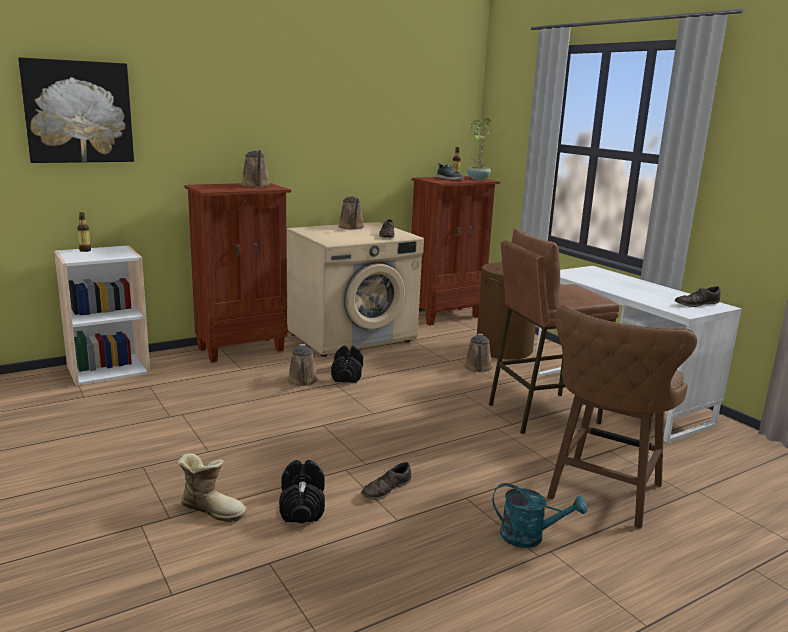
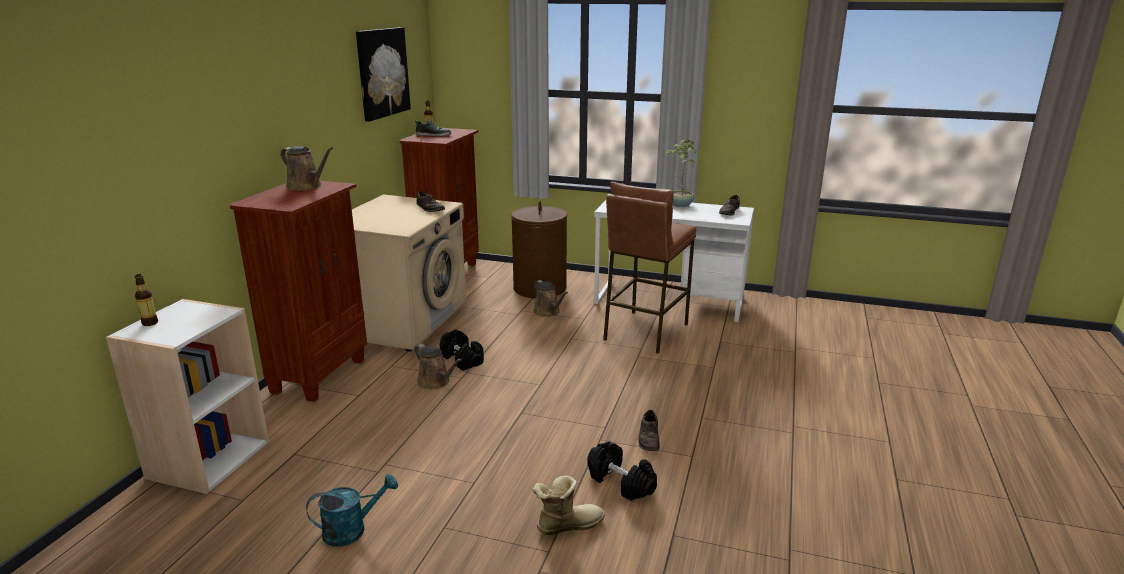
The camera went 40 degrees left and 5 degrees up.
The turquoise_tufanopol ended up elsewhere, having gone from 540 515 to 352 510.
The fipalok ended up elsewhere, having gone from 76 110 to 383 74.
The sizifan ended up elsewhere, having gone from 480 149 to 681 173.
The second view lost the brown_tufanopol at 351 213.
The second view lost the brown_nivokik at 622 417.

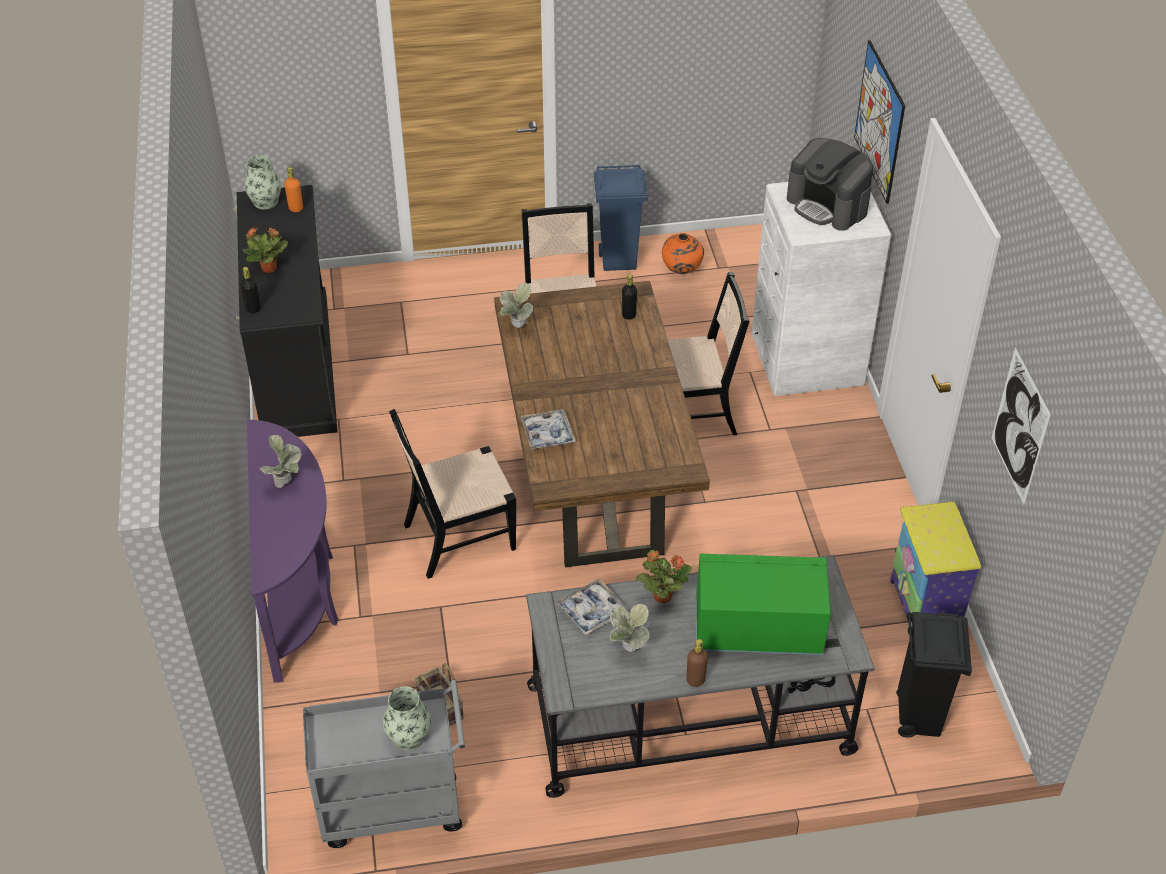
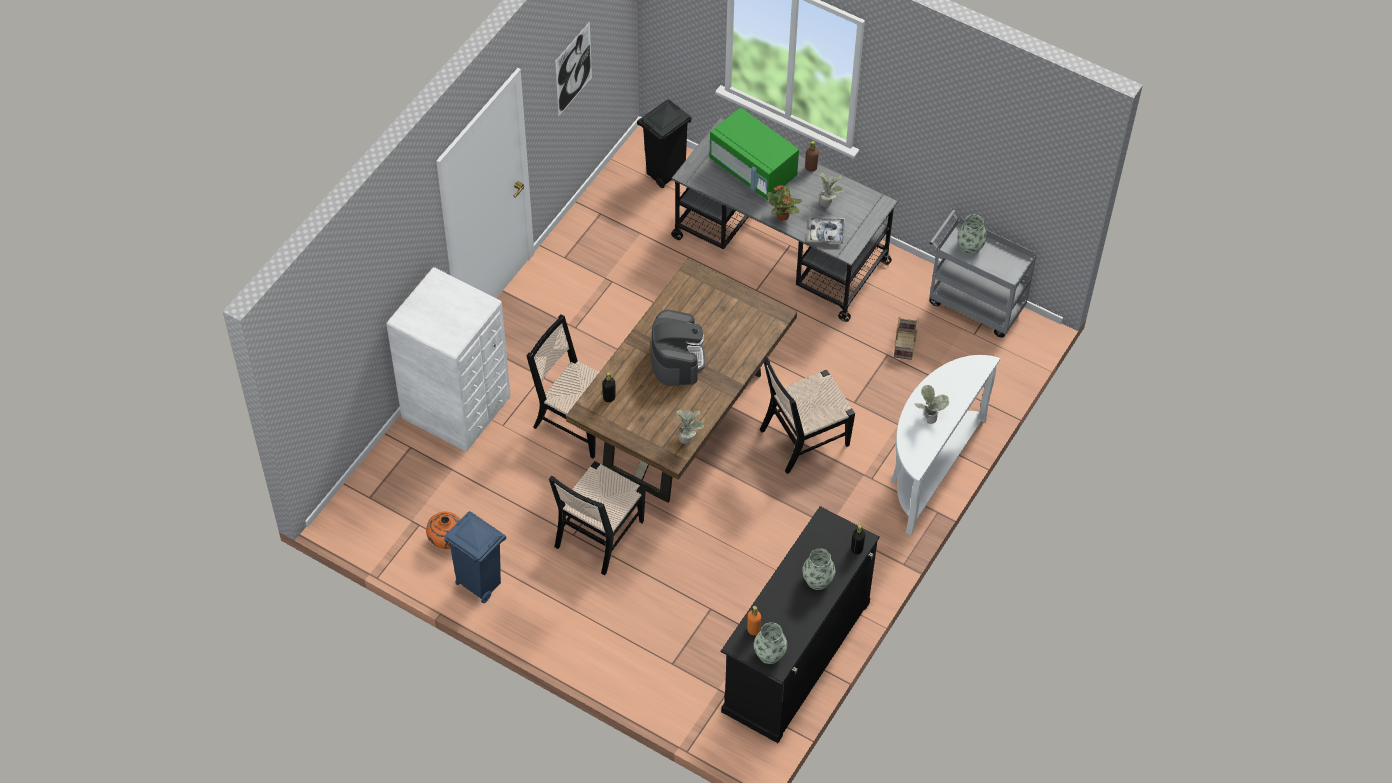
The camera went 140 degrees left and 10 degrees up.
The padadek ended up elsewhere, having gone from 830 184 to 678 348.
The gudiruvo at 452 494 ended up facing another way, 135 degrees clockwise from before.
Where the sizifan stood at 265 250, the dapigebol came to stand at 818 569.
What was the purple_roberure at 292 551 turned into the white_roberure at 945 445.
The second view lost the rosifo at 548 429.
The second view lost the fipalok at 879 122.
The second view lost the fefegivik at 935 565.

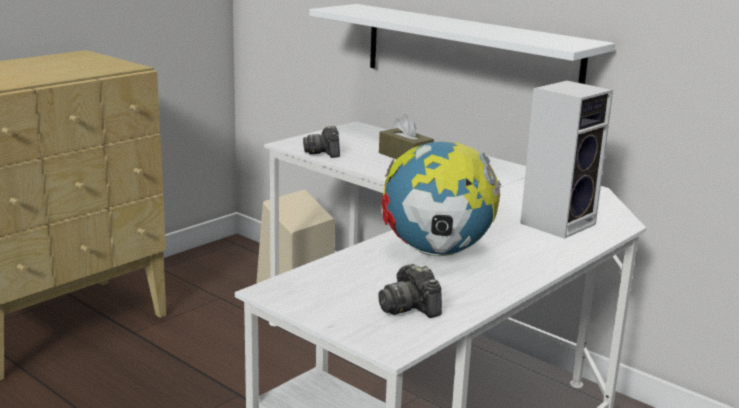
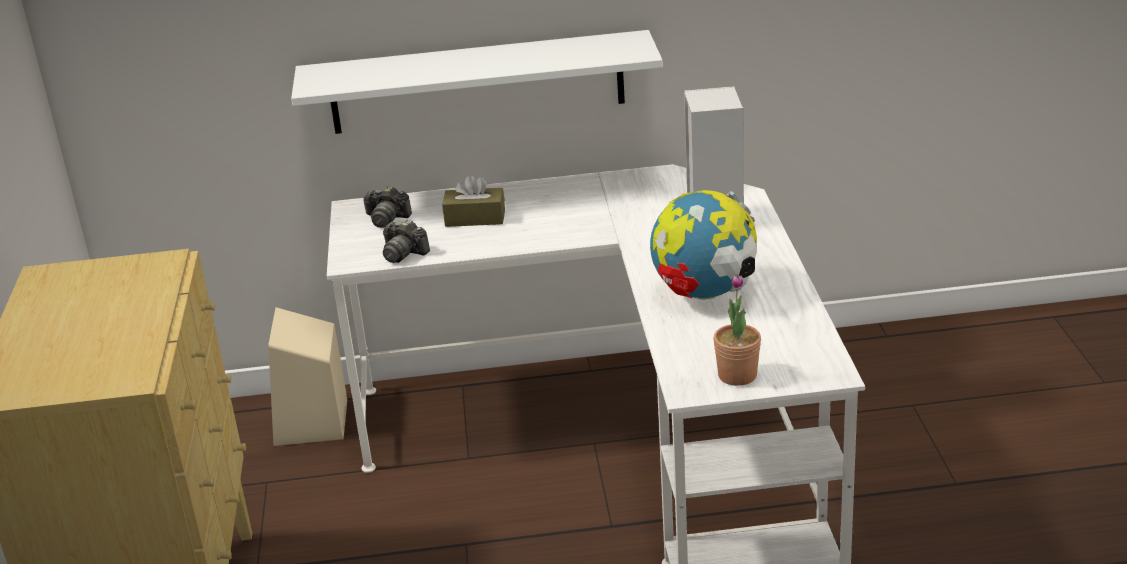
The camera went 45 degrees left and 10 degrees up.
The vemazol ended up elsewhere, having gone from 410 291 to 387 207.
The second view gained the sizifan at 737 330.

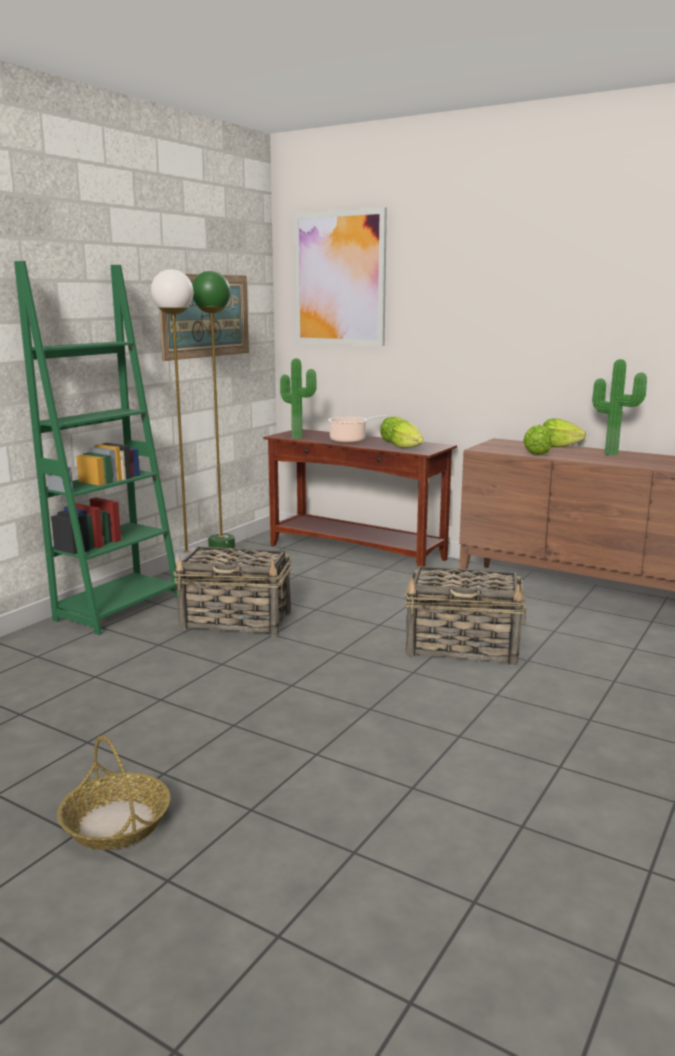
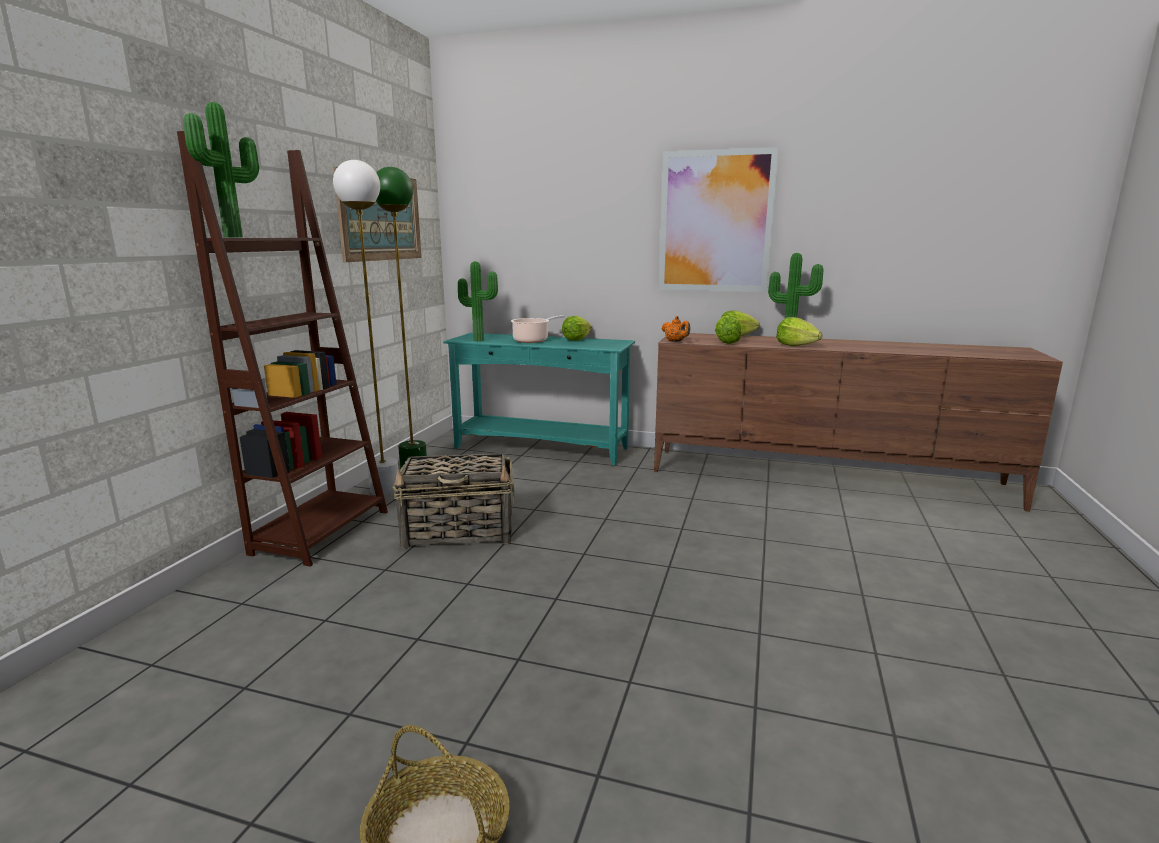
The camera went 15 degrees left and 0 degrees up.
What was the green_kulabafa at 95 448 turned into the brown_kulabafa at 282 349.
The second view gained the sizifan at 221 169.
What was the brown_roberure at 360 498 turned into the turquoise_roberure at 539 399.
The fipalok ended up elsewhere, having gone from 340 276 to 718 219.
The second view gained the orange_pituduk at 675 329.
The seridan ended up elsewhere, having gone from 407 435 to 799 331.
The second view lost the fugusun at 465 616.

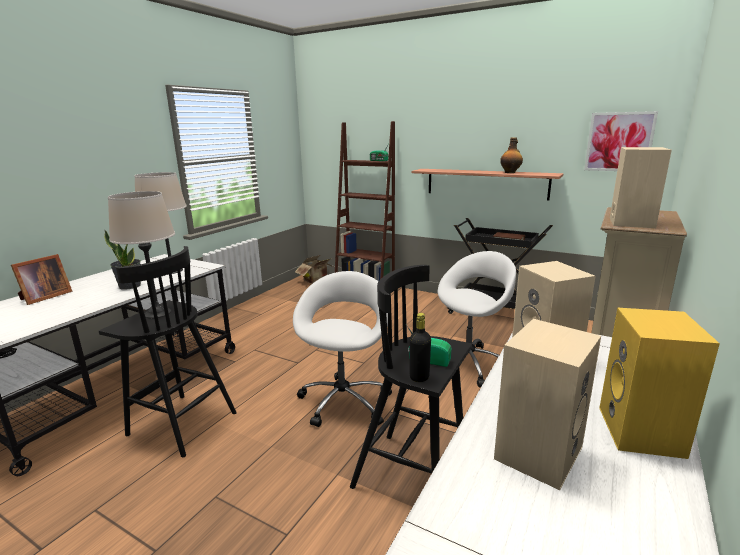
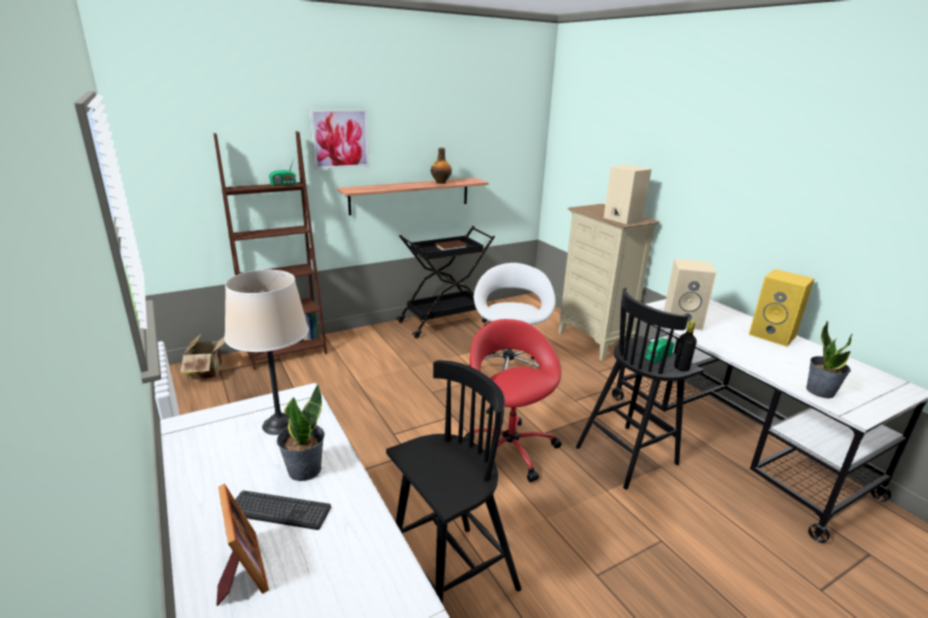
The camera went 60 degrees left and 5 degrees up.
The second view gained the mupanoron at 283 510.
The fipalok ended up elsewhere, having gone from 621 141 to 339 139.
What was the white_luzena at 342 349 turned into the red_luzena at 513 400.
The second view gained the sizifan at 829 359.
The second view lost the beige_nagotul at 141 254.
The second view lost the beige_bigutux at 547 404.

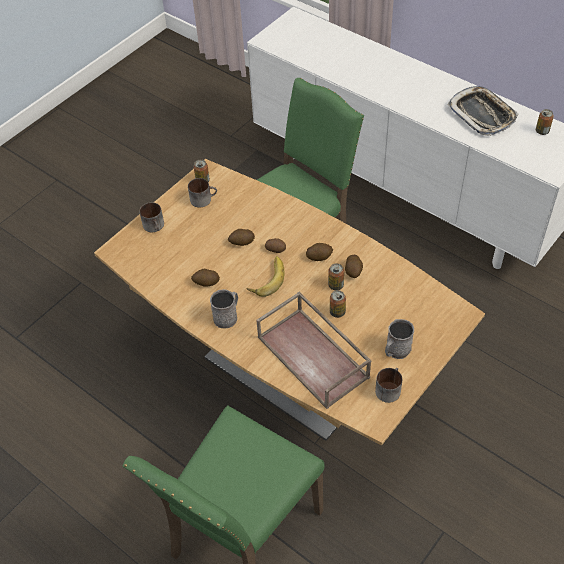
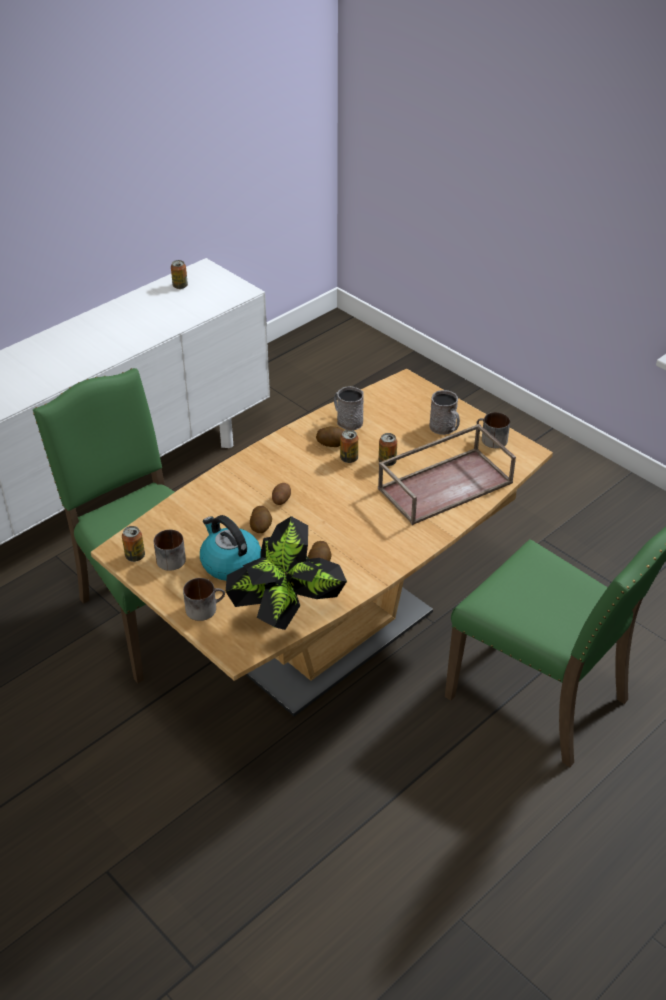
The camera went 85 degrees left and 10 degrees down.
The second view gained the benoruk at 230 548.
The second view gained the sizifan at 286 573.
The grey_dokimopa ended up elsewhere, having gone from 224 308 to 349 408.
The second view lost the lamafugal at 265 276.
The second view lost the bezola at 319 252.
The second view lost the rosifo at 483 111.

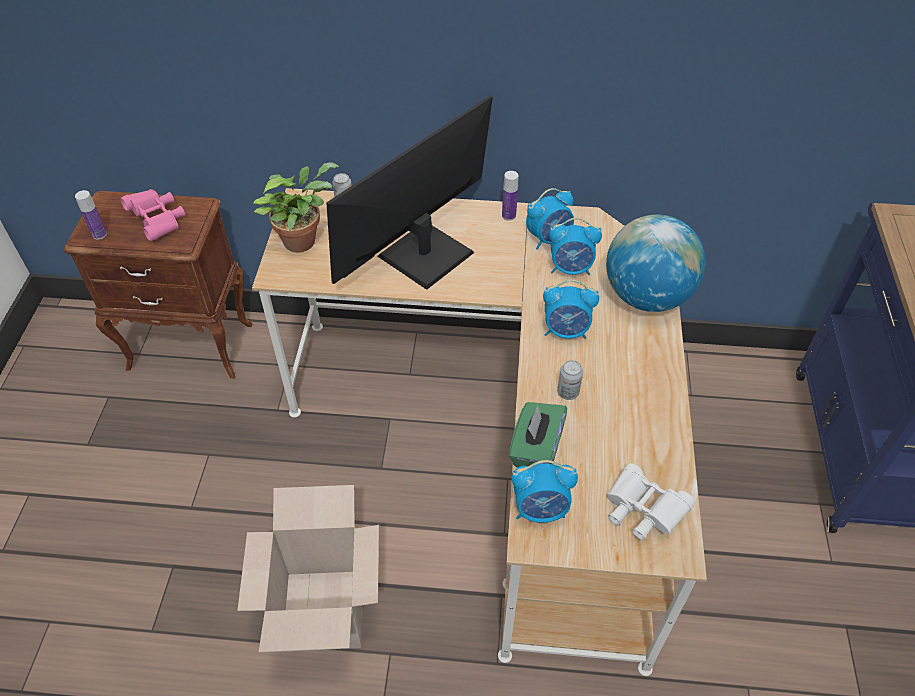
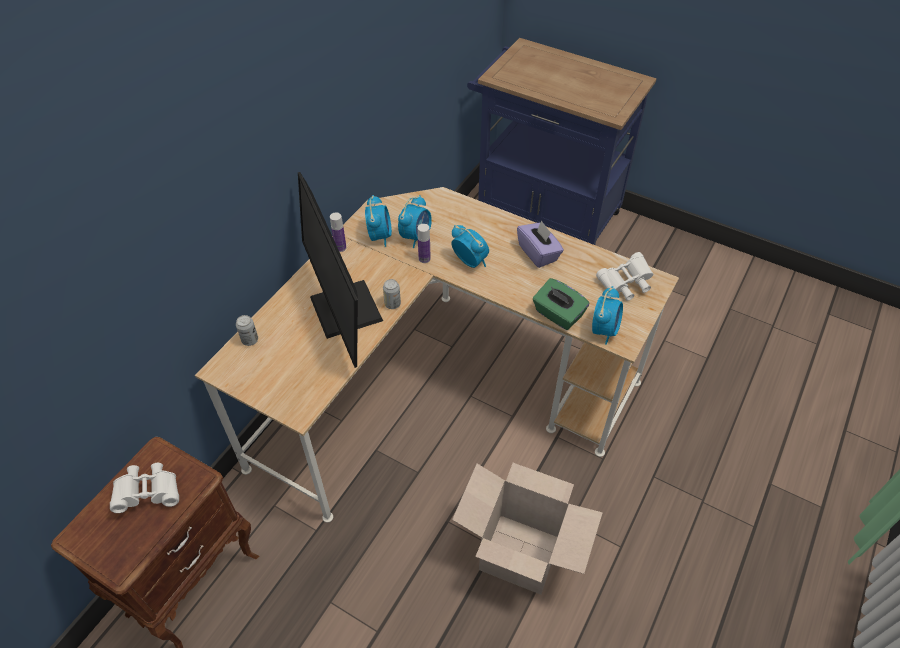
The camera went 65 degrees left and 0 degrees up.
What was the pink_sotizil at 153 215 turned into the white_sotizil at 144 488.
The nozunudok ended up elsewhere, having gone from 570 380 to 392 294.
The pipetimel ended up elsewhere, having gone from 91 215 to 424 243.
The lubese at 571 309 ended up facing another way, 75 degrees counterclockwise from before.
The second view gained the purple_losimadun at 540 244.
The second view lost the sizifan at 296 207.
The second view lost the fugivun at 655 263.

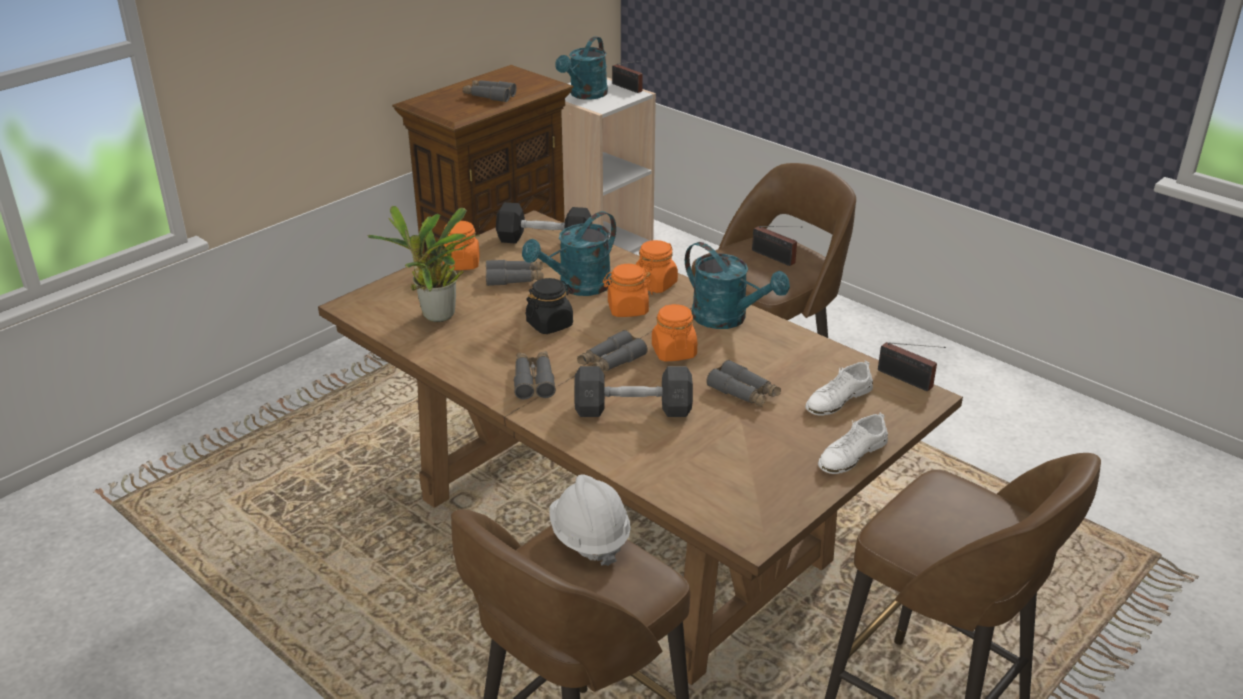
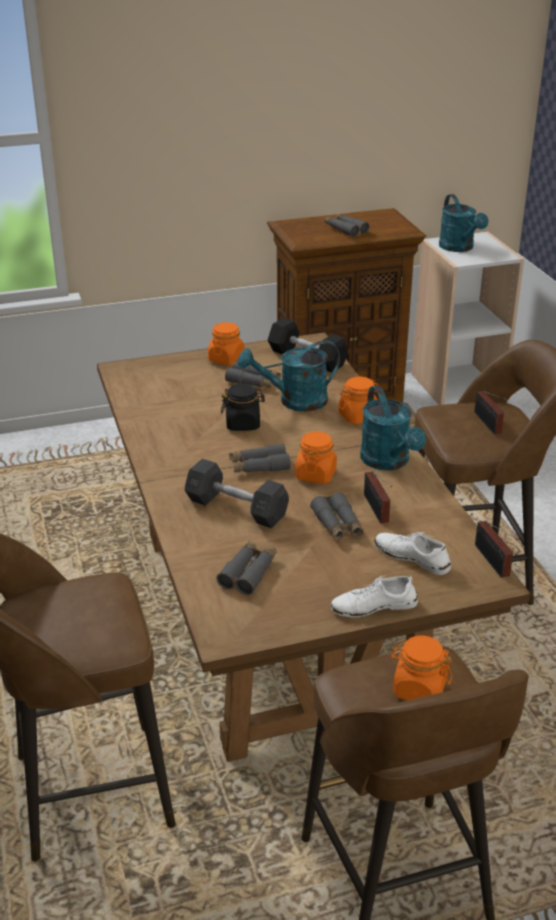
The camera went 30 degrees right and 0 degrees up.
The grey_sotizil ended up elsewhere, having gone from 535 375 to 246 568.
The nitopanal ended up elsewhere, having gone from 628 76 to 378 498.
The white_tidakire at 839 388 ended up facing another way, 45 degrees clockwise from before.
The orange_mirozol ended up elsewhere, having gone from 628 290 to 421 668.
The turquoise_tufanopol at 581 68 ended up facing another way, 75 degrees counterclockwise from before.
The second view lost the sizifan at 423 264.
The second view lost the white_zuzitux at 590 520.

